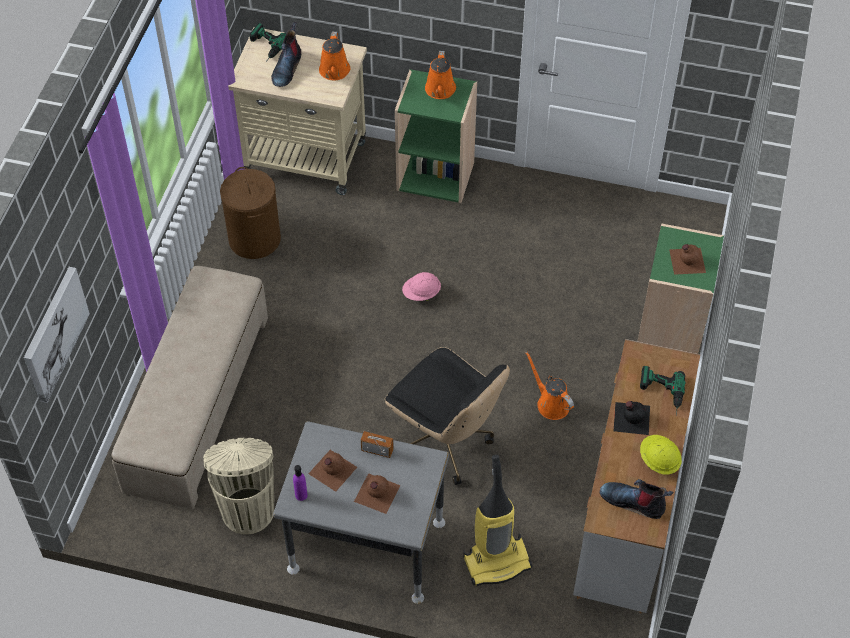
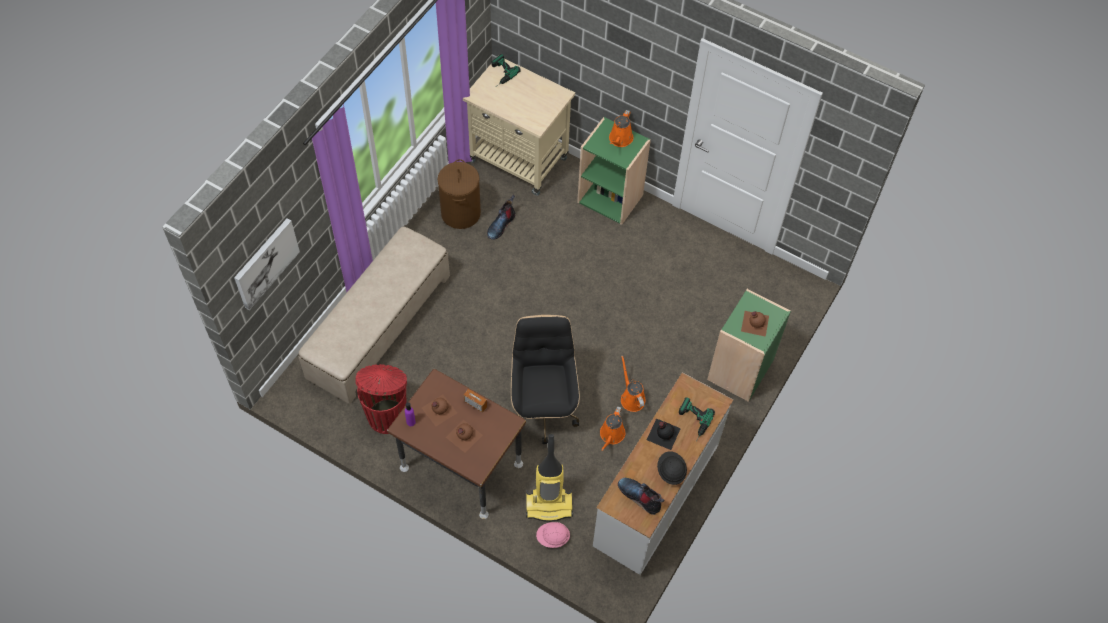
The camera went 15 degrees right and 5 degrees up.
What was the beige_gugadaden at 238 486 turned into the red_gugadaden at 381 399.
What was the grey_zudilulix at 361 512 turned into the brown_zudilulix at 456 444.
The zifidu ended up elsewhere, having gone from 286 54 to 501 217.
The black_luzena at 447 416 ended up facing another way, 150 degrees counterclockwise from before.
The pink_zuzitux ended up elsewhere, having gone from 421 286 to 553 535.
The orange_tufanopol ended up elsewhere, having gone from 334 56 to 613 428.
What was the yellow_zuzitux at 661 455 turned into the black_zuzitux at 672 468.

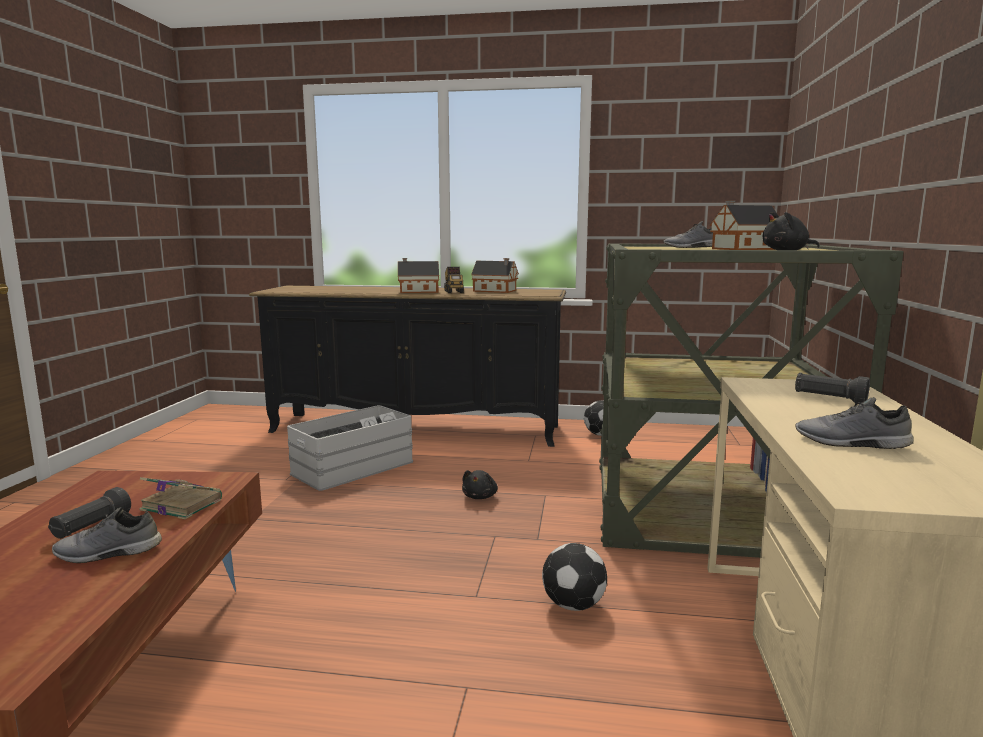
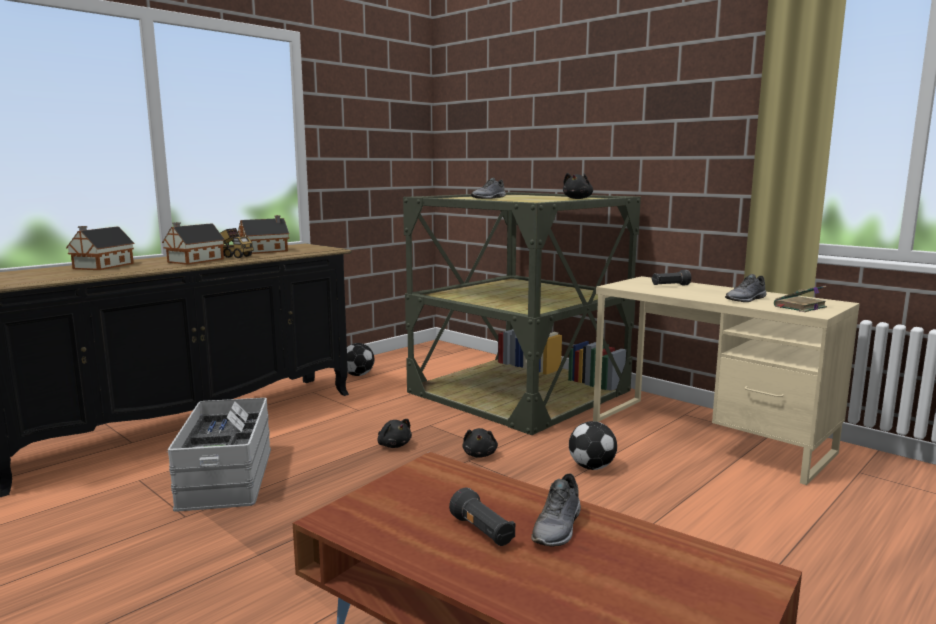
The camera went 55 degrees left and 0 degrees up.
The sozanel ended up elsewhere, having gone from 744 225 to 100 248.
The second view gained the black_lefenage at 480 443.
The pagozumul ended up elsewhere, having gone from 180 498 to 800 298.

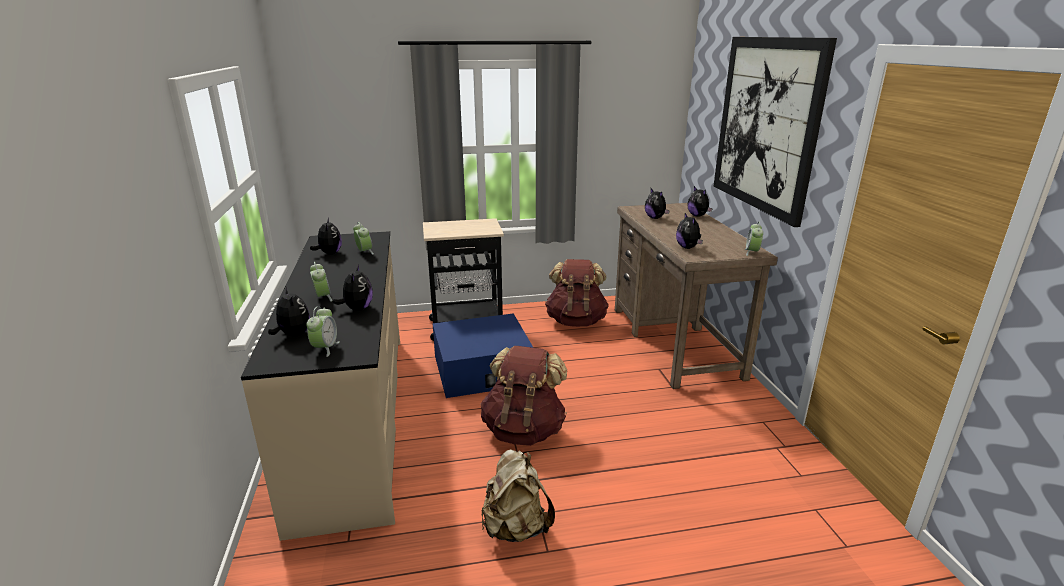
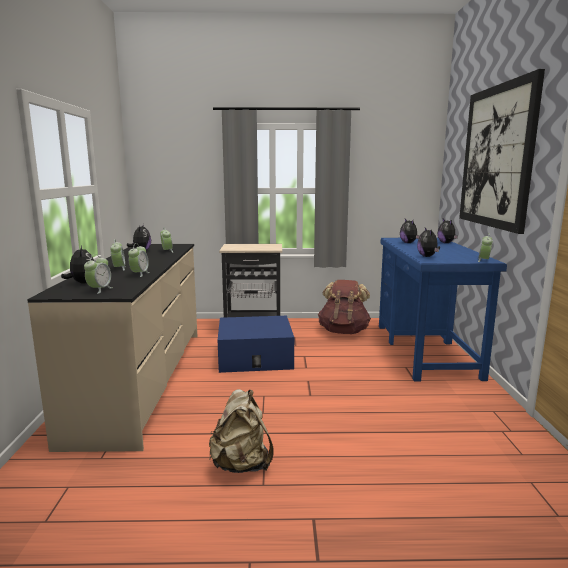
The camera went 10 degrees right and 10 degrees down.
Where the lefenage stood at 353 288, the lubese came to stand at 139 260.
What was the brown_zudilulix at 696 296 turned into the blue_zudilulix at 443 310.
The second view lost the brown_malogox at 524 396.

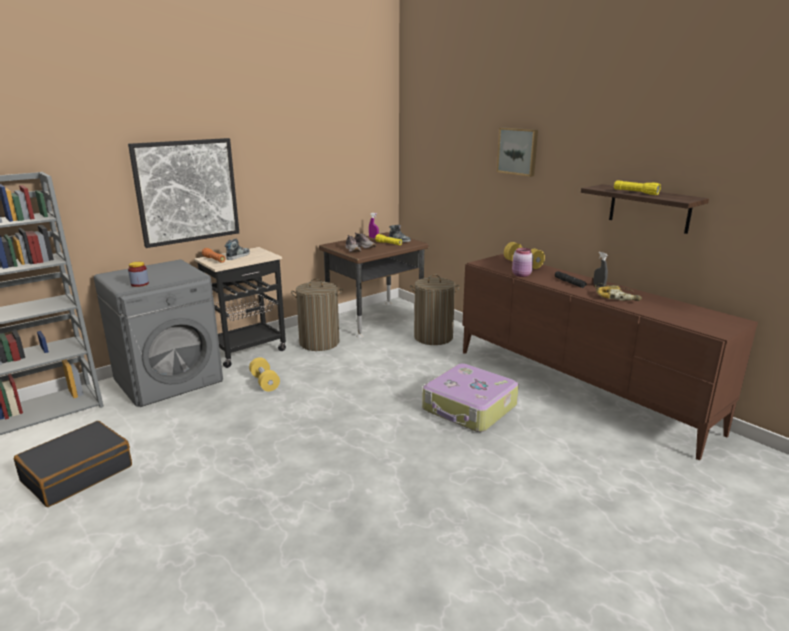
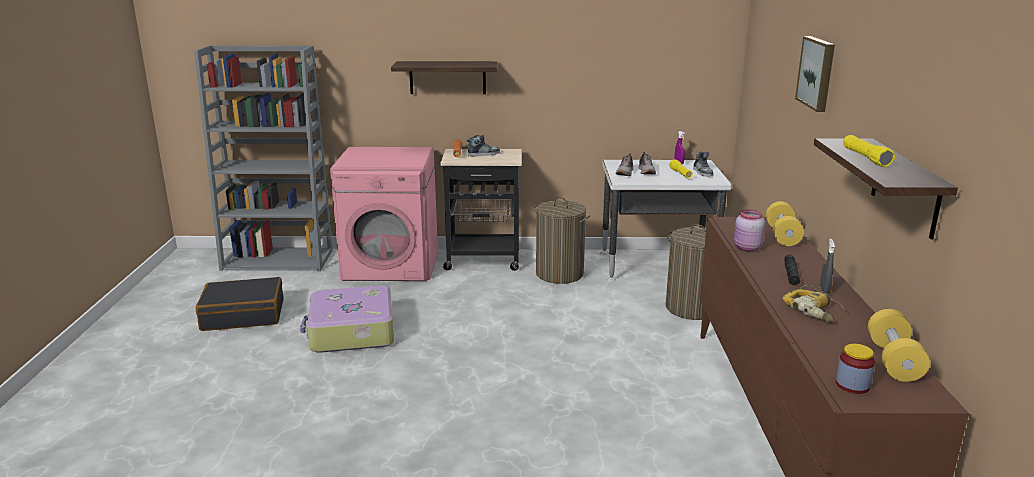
The camera went 40 degrees right and 0 degrees up.
The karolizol ended up elsewhere, having gone from 470 397 to 347 319.
What was the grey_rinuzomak at 158 333 turned into the pink_rinuzomak at 384 214.
Where the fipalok hung at 183 193, the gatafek came to hang at 444 77.
What was the brown_zudilulix at 374 285 turned into the white_zudilulix at 666 221.
The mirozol ended up elsewhere, having gone from 138 274 to 855 369.
The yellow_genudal ended up elsewhere, having gone from 264 374 to 899 345.

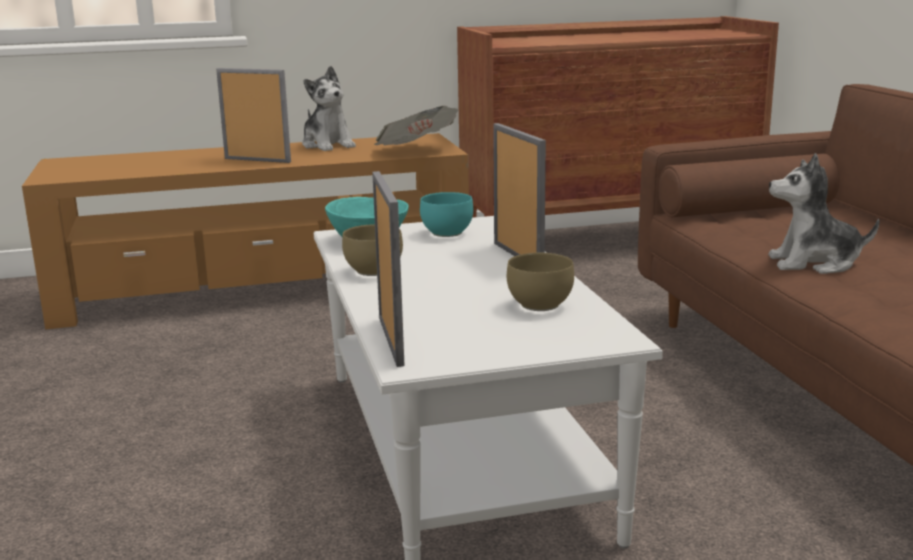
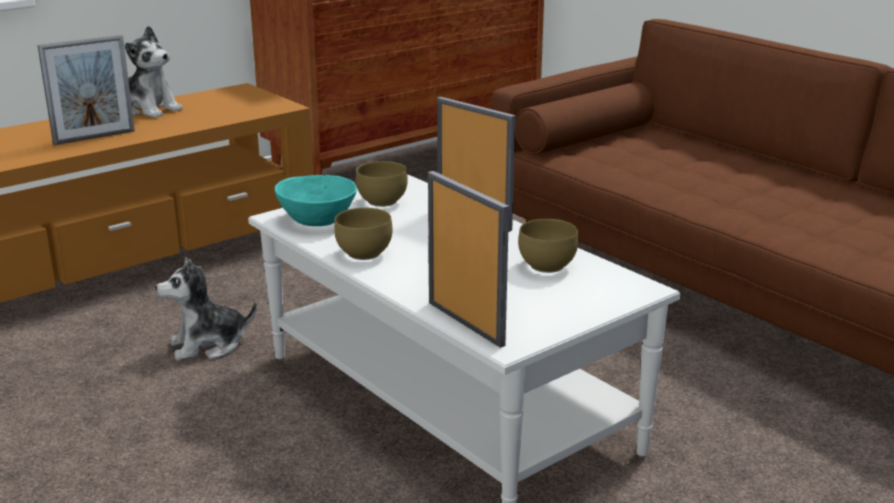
The camera went 25 degrees left and 5 degrees up.
The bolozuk at 253 115 ended up facing another way, 150 degrees clockwise from before.
The lefenage ended up elsewhere, having gone from 824 213 to 206 309.
What was the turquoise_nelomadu at 446 214 turned into the brown_nelomadu at 382 184.
The second view lost the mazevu at 416 125.

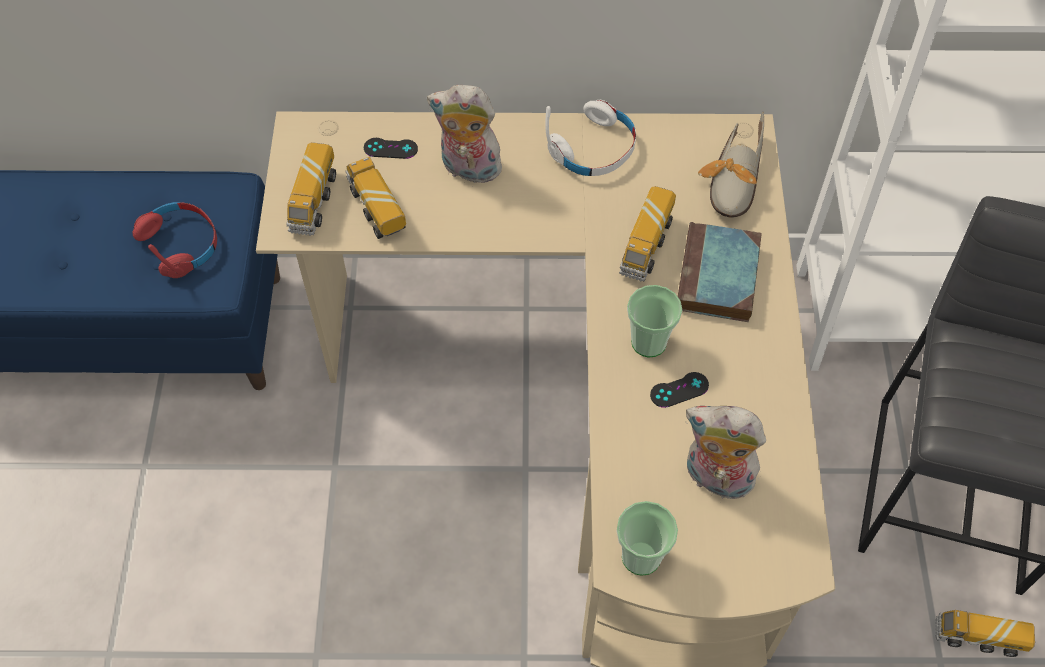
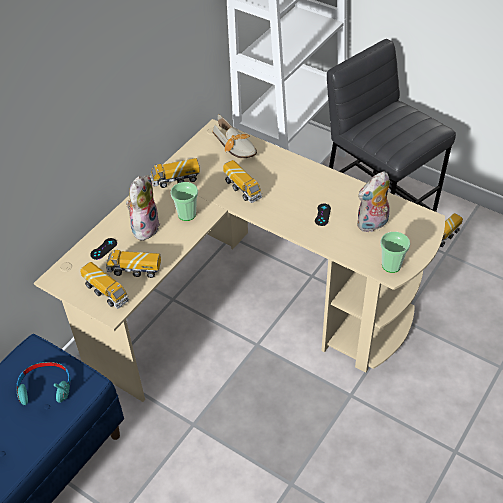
The camera went 55 degrees left and 10 degrees down.
What was the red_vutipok at 174 240 turned into the turquoise_vutipok at 44 383.
The lefenage at 467 134 ended up facing another way, 150 degrees clockwise from before.
Where the white_vutipok stood at 590 138, the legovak came to stand at 175 173.
The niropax ended up elsewhere, having gone from 654 321 to 184 201.
The second view lost the pagozumul at 720 272.

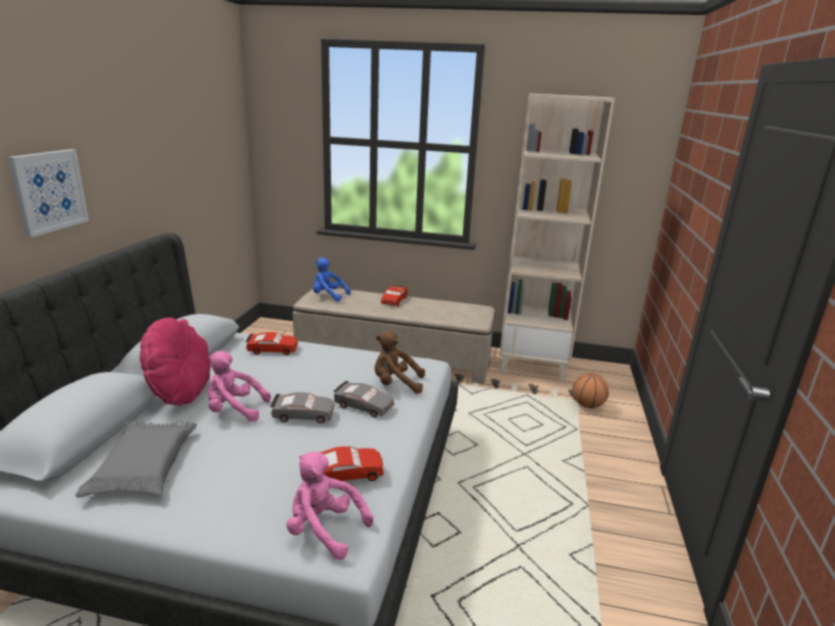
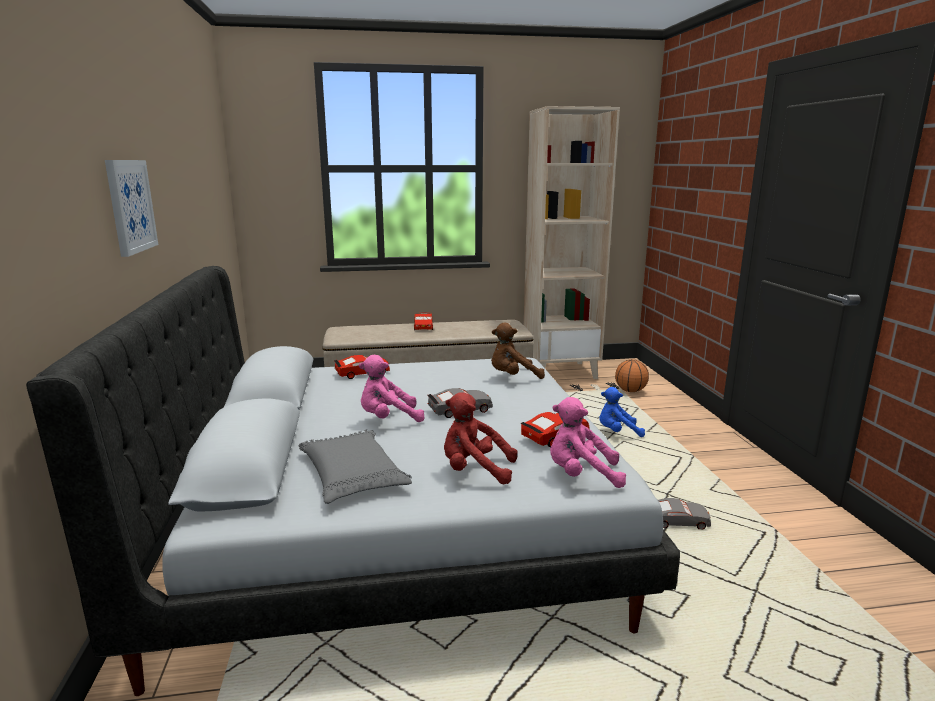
The camera went 20 degrees left and 5 degrees down.
The second view gained the red_lefenage at 481 438.
The blue_lefenage ended up elsewhere, having gone from 332 279 to 622 412.
The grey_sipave ended up elsewhere, having gone from 363 399 to 684 513.
The second view lost the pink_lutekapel at 175 361.

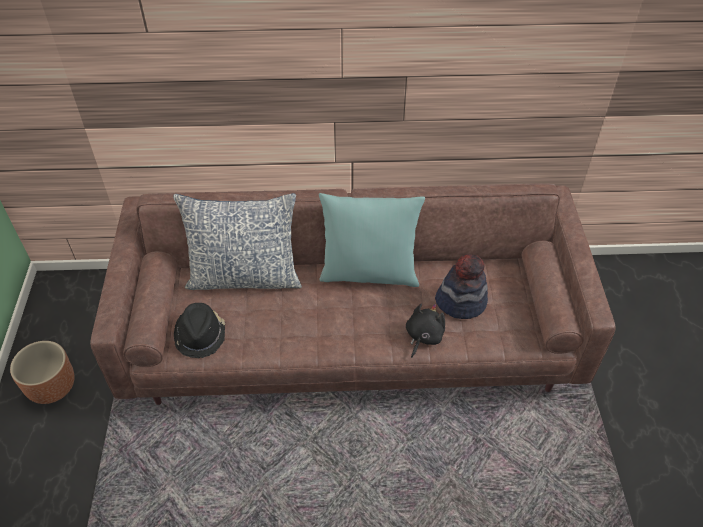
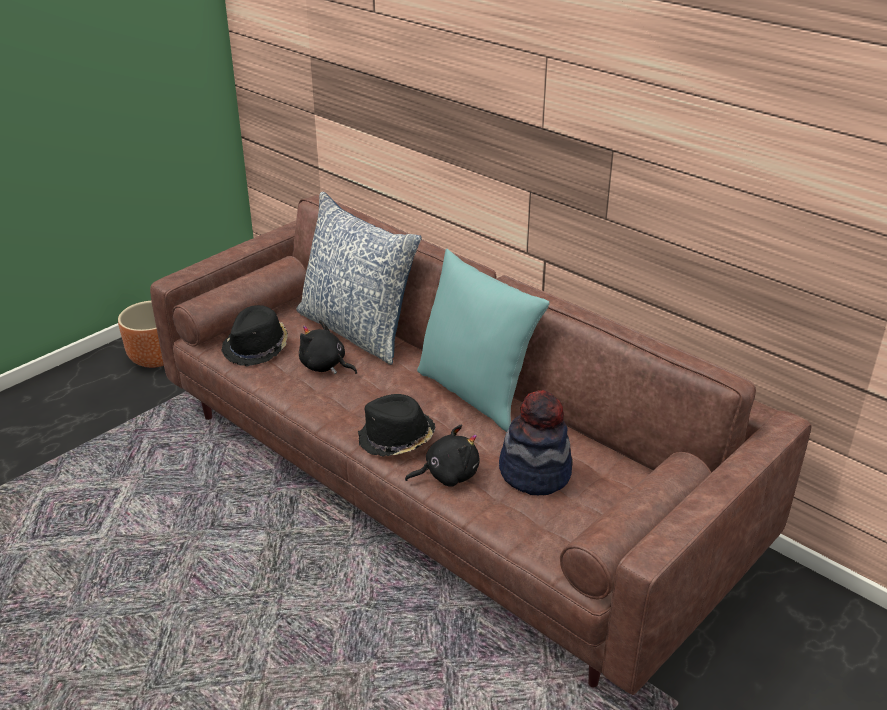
The camera went 45 degrees right and 15 degrees down.
The second view gained the black_lefenage at 328 347.
The second view gained the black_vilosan at 397 425.

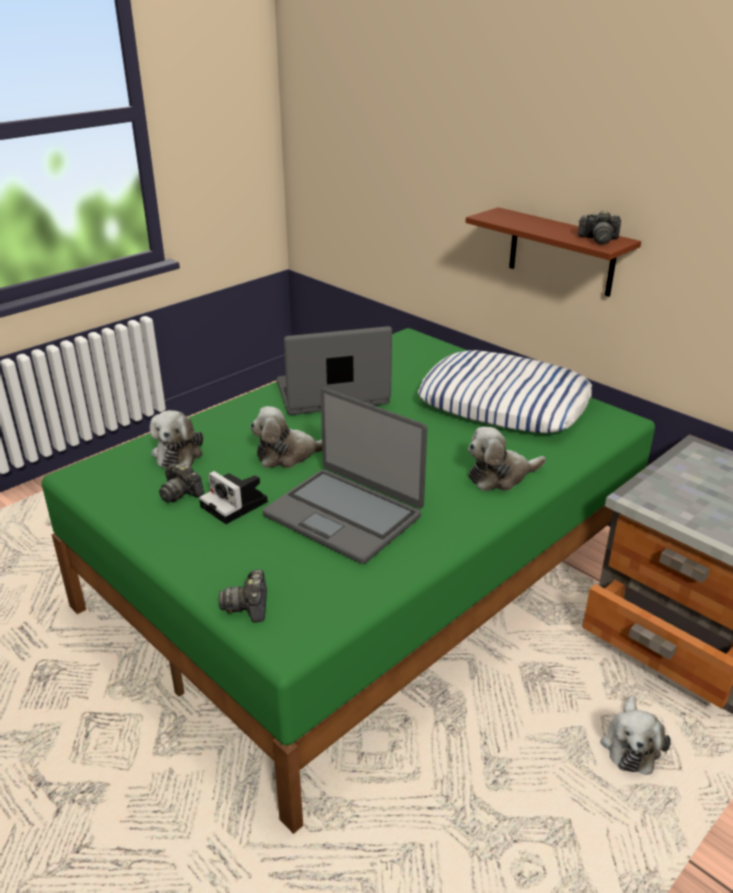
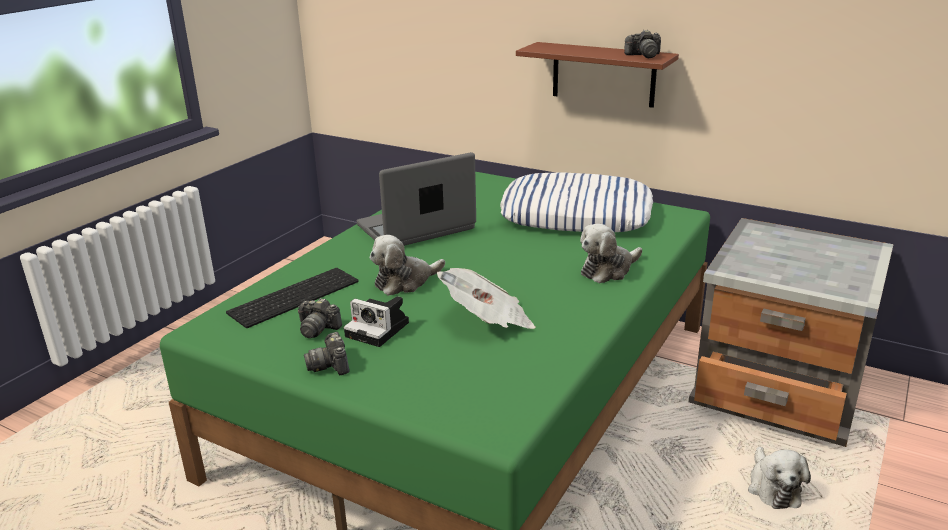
The camera went 15 degrees left and 5 degrees down.
Where the lefenage stood at 176 439, the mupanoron came to stand at 292 298.
The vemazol ended up elsewhere, having gone from 243 596 to 327 353.
Where the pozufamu stood at 345 476, the mazevu came to stand at 486 298.

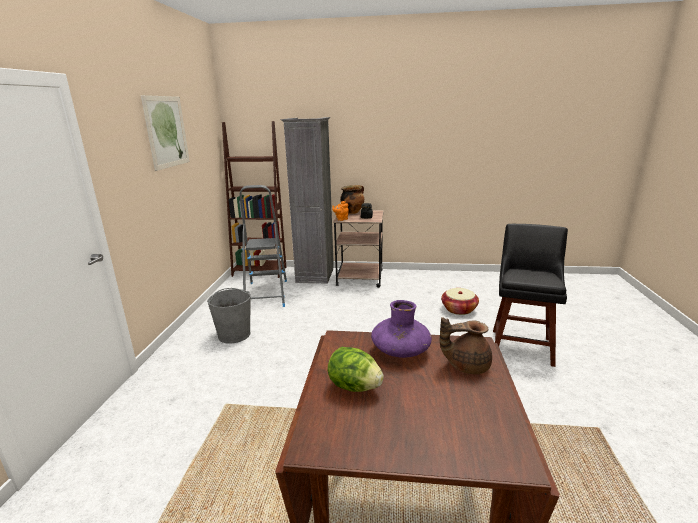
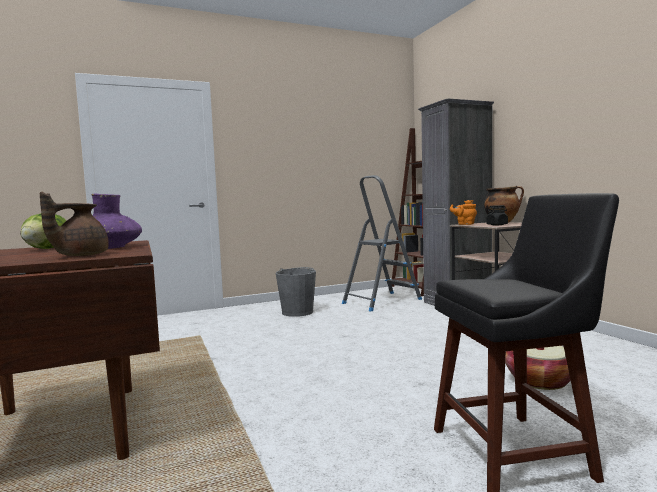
The camera went 60 degrees right and 15 degrees down.
The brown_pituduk at 466 345 ended up facing another way, 120 degrees counterclockwise from before.
The second view lost the fipalok at 165 133.

